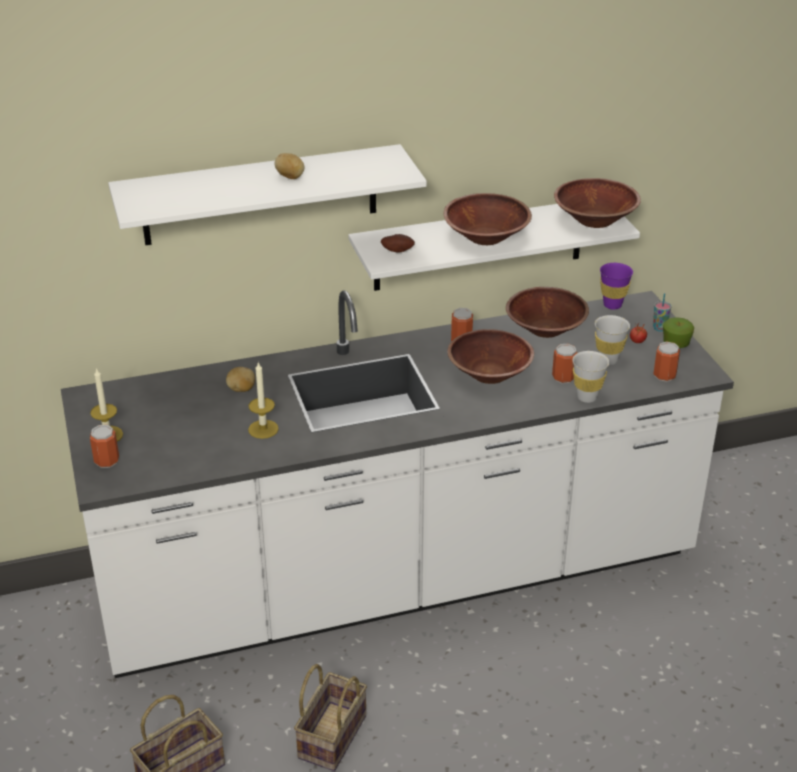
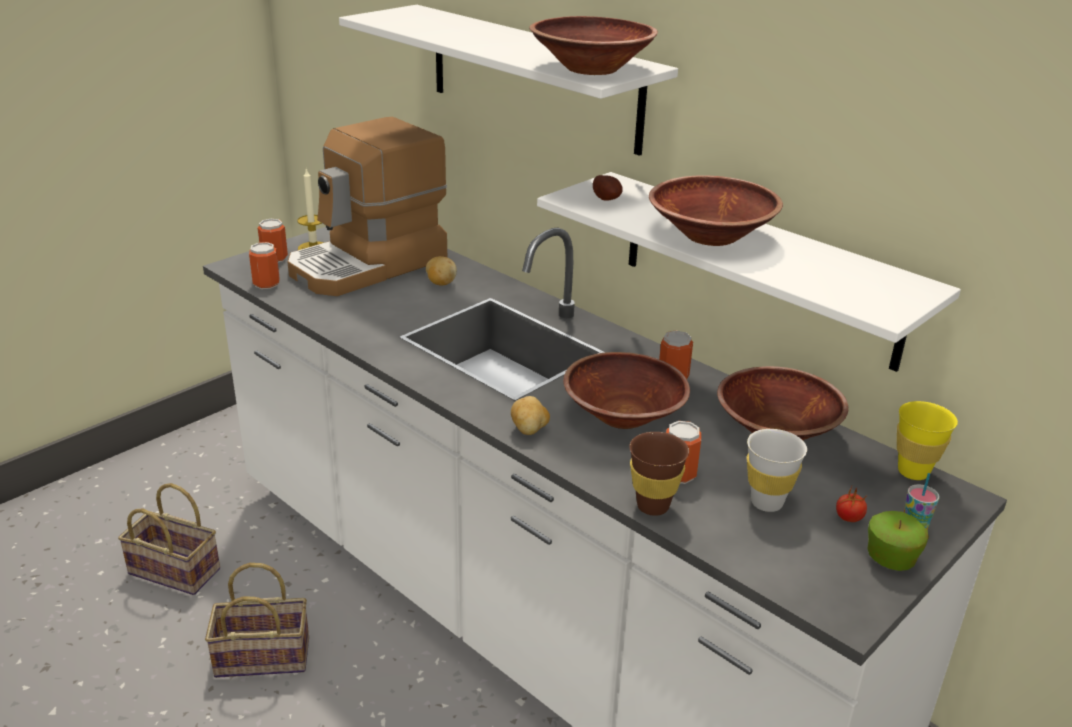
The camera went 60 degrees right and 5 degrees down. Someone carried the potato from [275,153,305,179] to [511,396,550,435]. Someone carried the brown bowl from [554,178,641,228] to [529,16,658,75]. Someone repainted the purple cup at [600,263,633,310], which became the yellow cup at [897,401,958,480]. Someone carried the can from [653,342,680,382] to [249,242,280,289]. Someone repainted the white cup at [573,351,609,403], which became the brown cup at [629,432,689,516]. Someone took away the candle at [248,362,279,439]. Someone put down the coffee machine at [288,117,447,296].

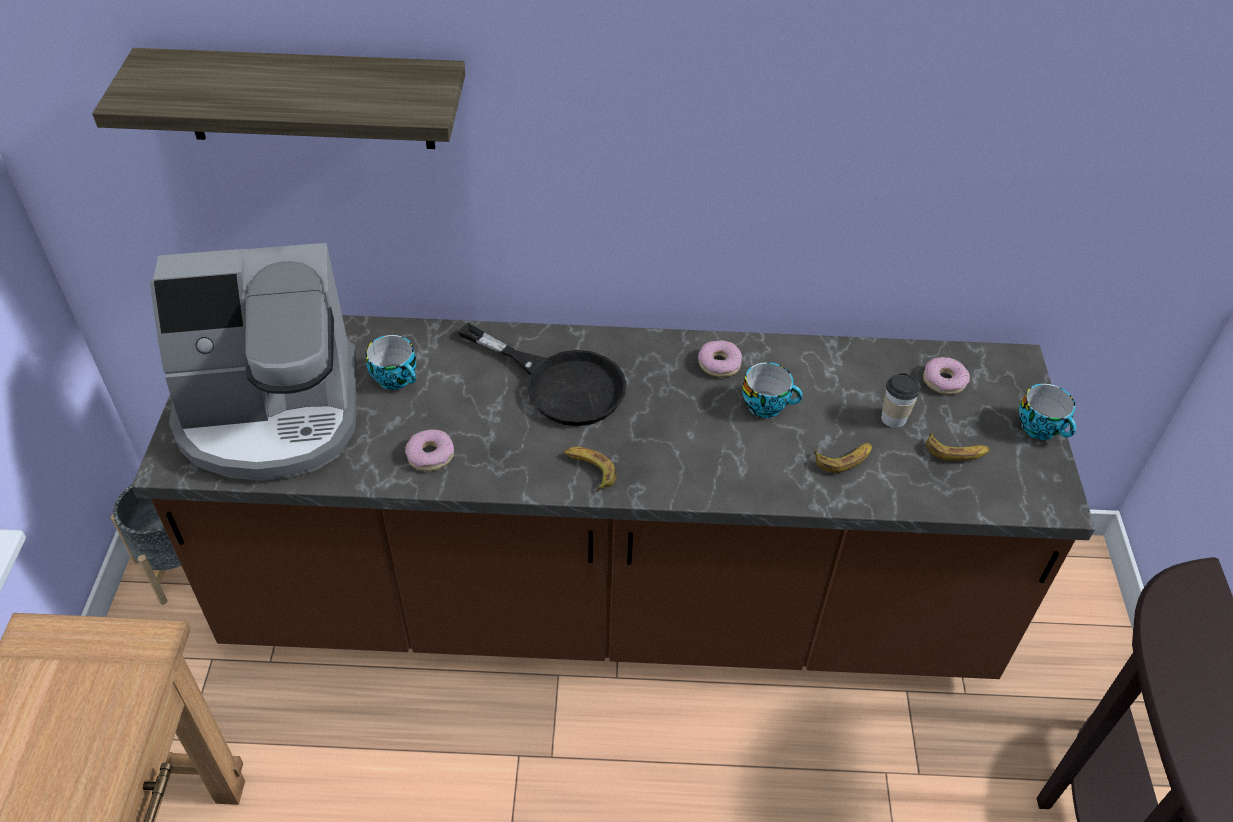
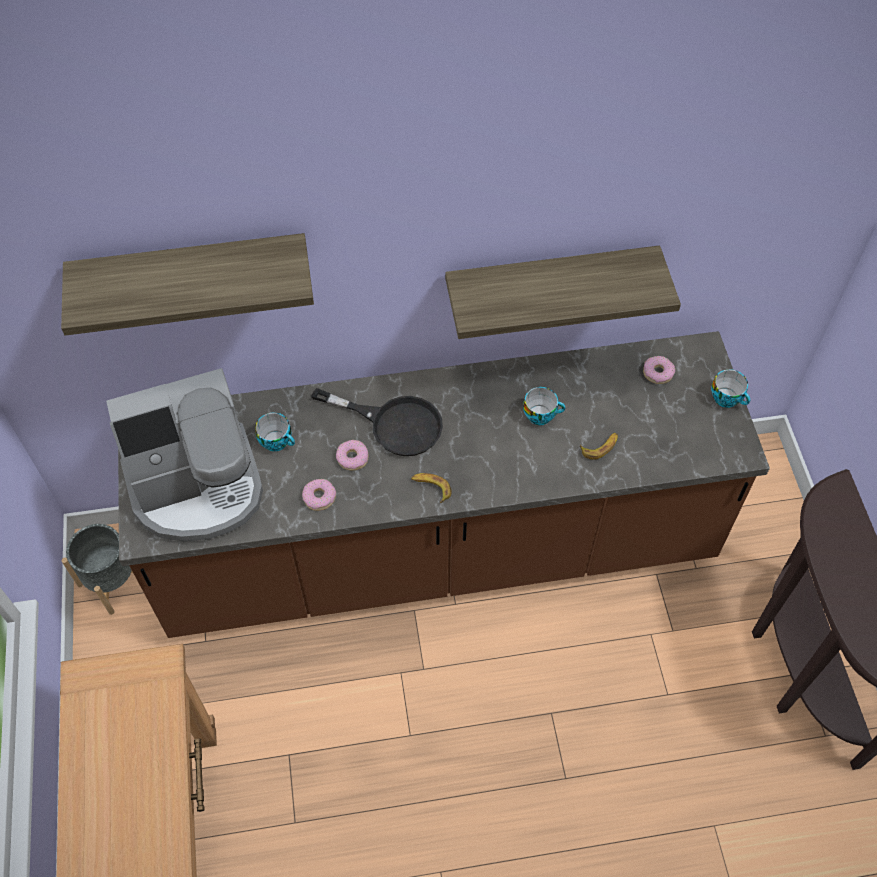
The camera went 10 degrees left and 10 degrees up. Someone carried the donut from [698,340,742,377] to [336,440,369,470]. Someone took away the cup at [881,373,920,428]. Someone took away the banana at [926,433,990,460]. Someone put up the shelf at [445,245,681,339].

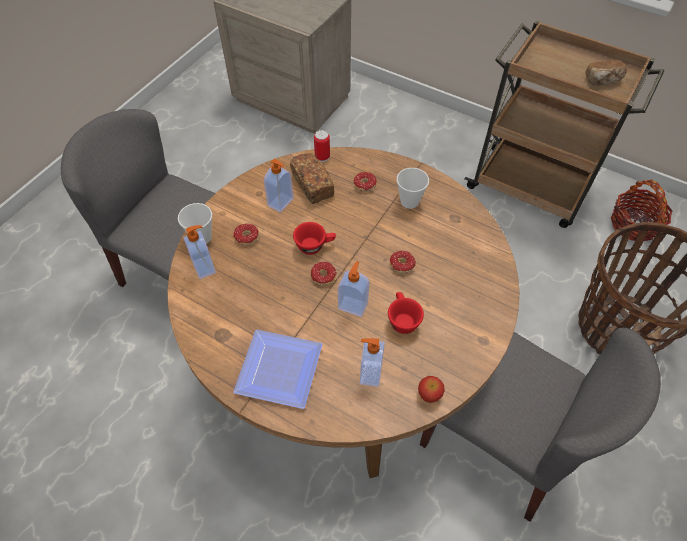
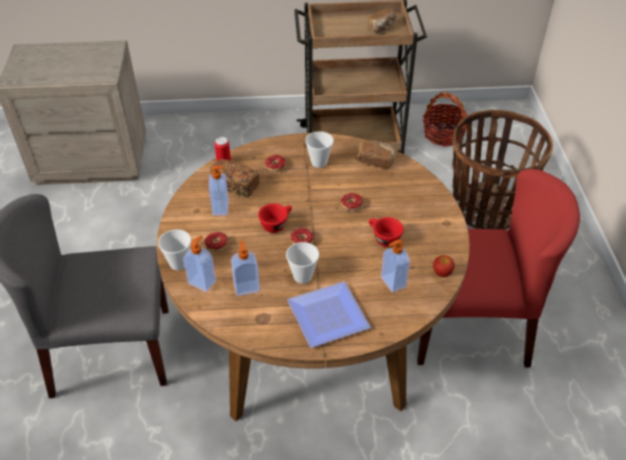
The camera went 35 degrees left and 10 degrees down. Someone carried the soap dispenser from [338,261,369,317] to [231,241,260,296]. Someone repainted the grey chair at [420,327,661,522], which became the red chair at [417,169,580,368]. Someone put down the bread at [357,140,396,169]. Someone put down the cup at [286,242,319,284].

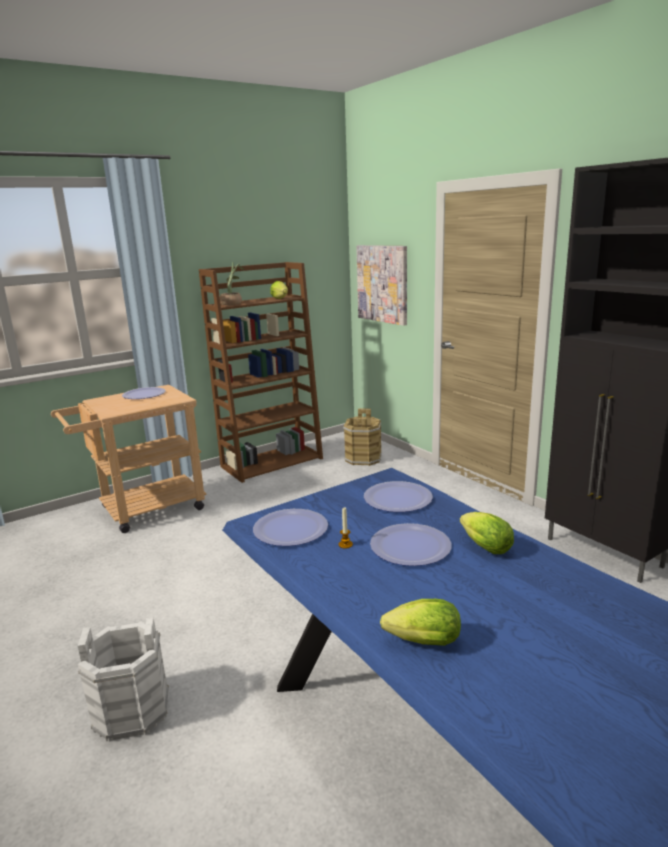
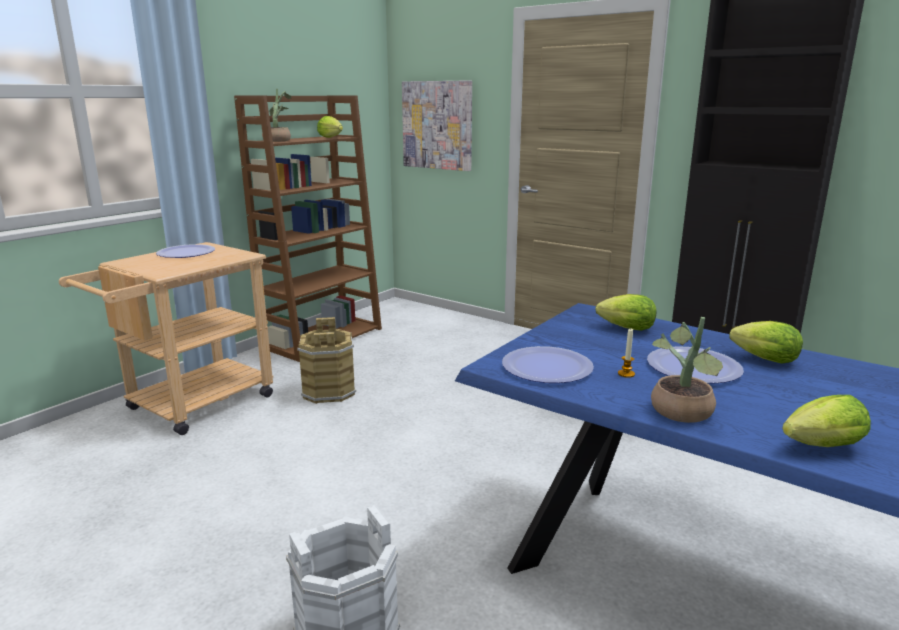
The camera went 20 degrees left and 0 degrees up. Someone carried the brown bucket from [343,408,382,466] to [297,317,356,404]. Someone swapped the plate at [364,481,433,512] for the lettuce at [596,294,656,331]. Someone put down the potted plant at [651,317,723,423].

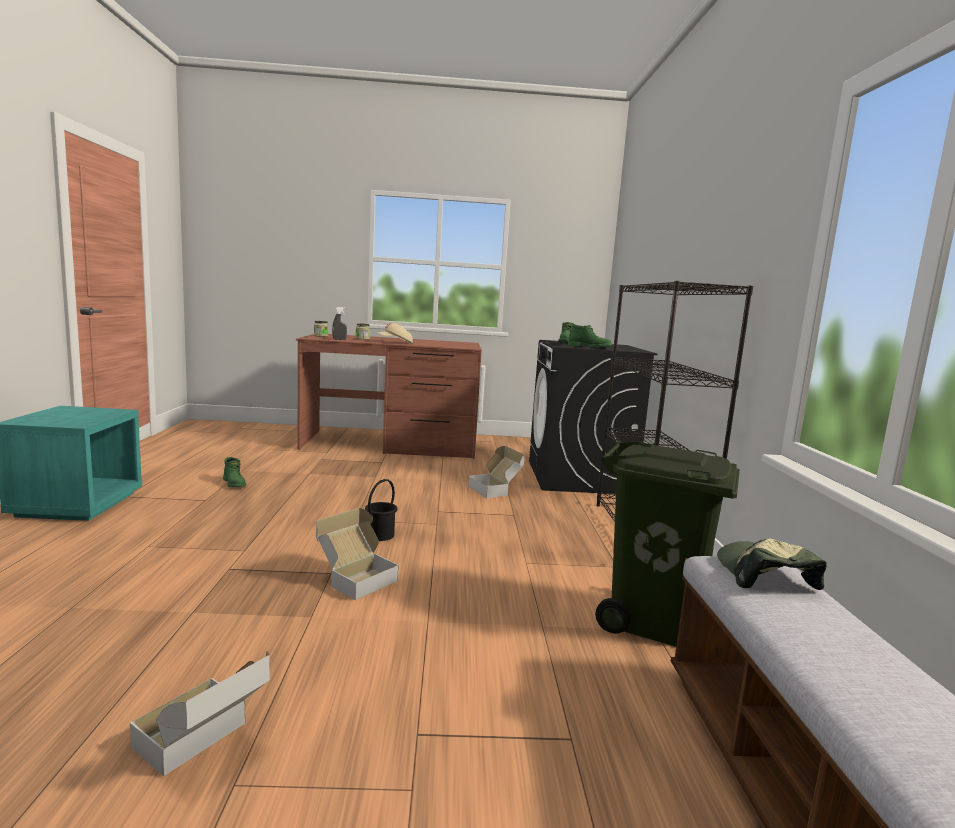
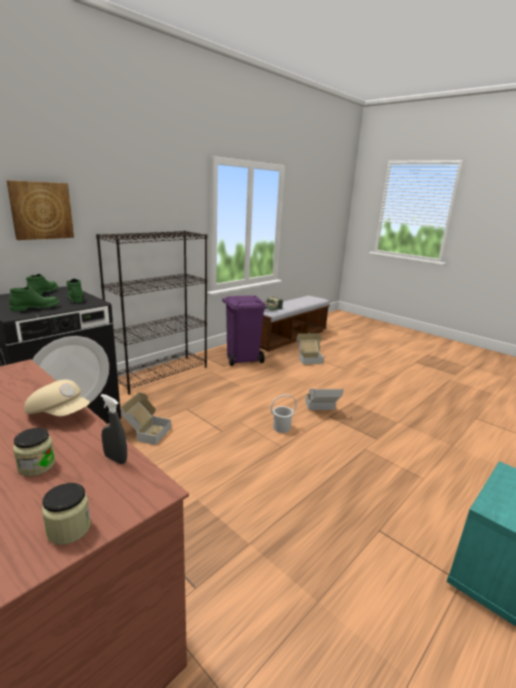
The camera went 135 degrees left and 10 degrees up. Someone repainted the green trash can at [595,442,740,647], which became the purple trash can at [222,296,267,366]. Someone carried the green boot from [223,457,246,487] to [26,274,58,296]. Someone repainted the black bucket at [365,479,398,541], which became the white bucket at [271,394,297,433]. Someone carried the cardboard box from [130,651,270,776] to [296,333,324,365]. Someone put up the picture at [6,180,74,240].

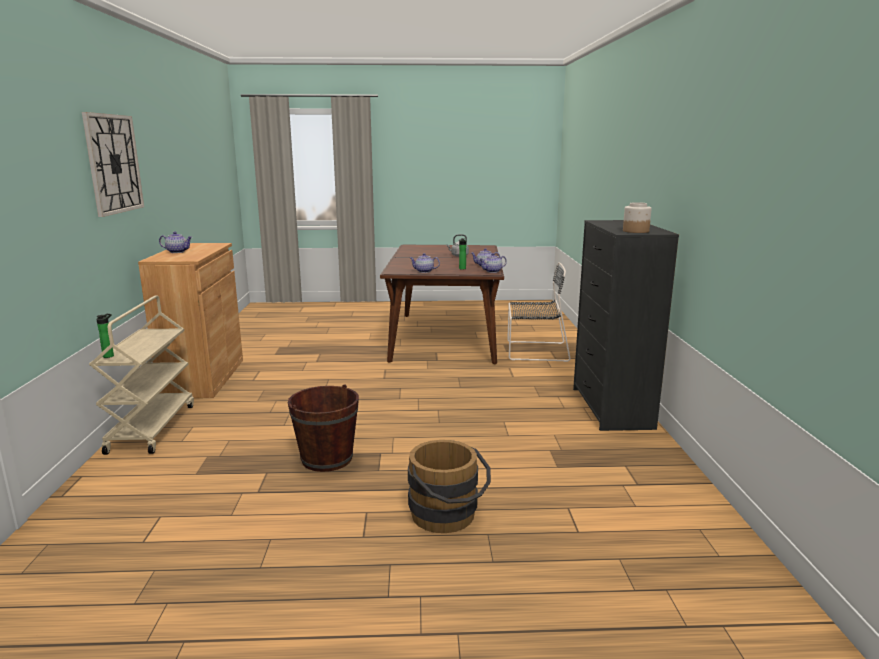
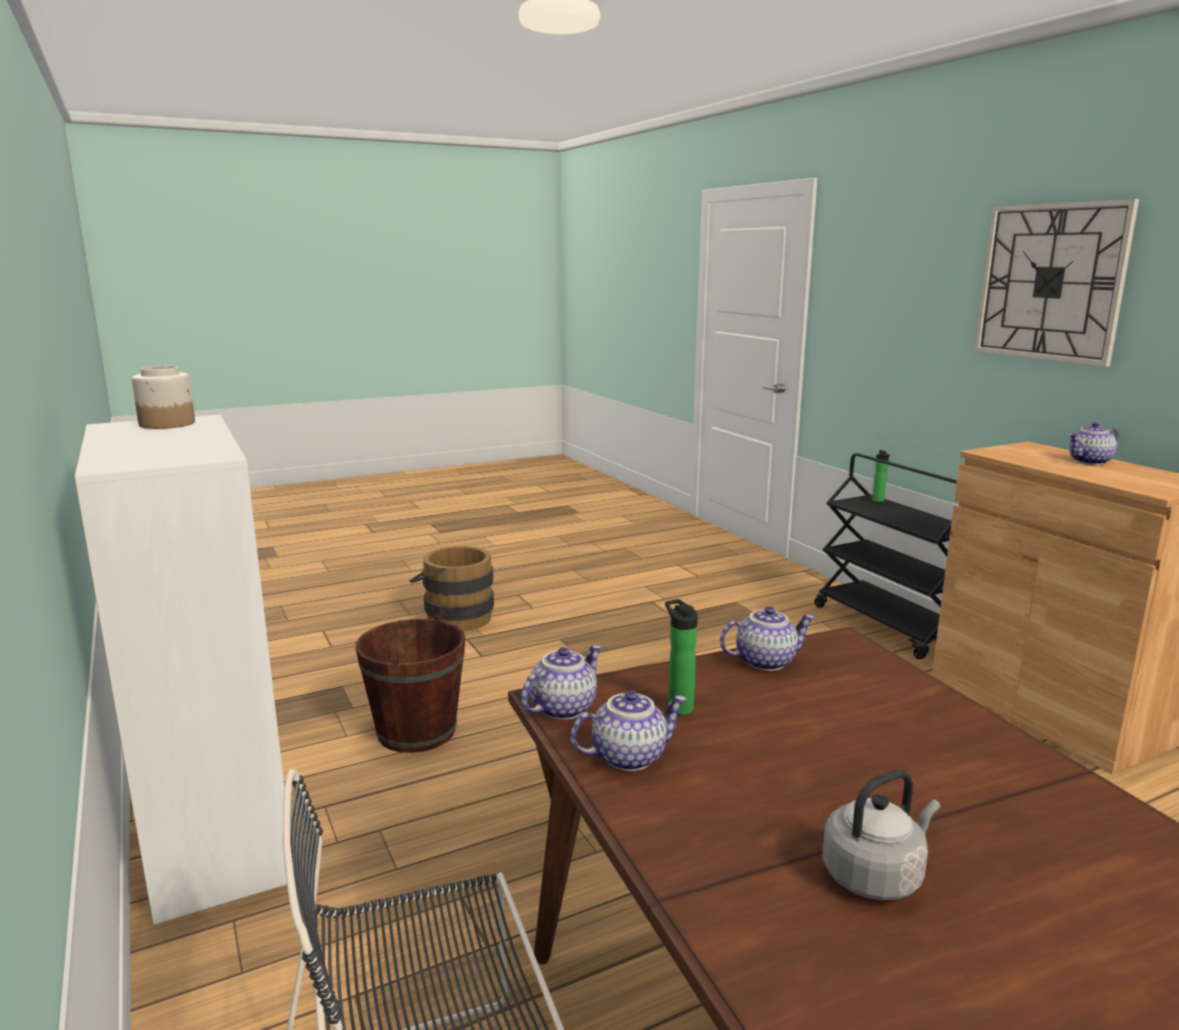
The camera went 155 degrees right and 0 degrees up. Someone repainted the black dresser at [573,220,679,431], which became the white dresser at [74,415,287,925]. Someone repainted the beige cart at [89,296,194,455], which became the black cart at [815,453,957,659]. Someone carried the brown bucket from [288,384,359,472] to [356,616,466,753].

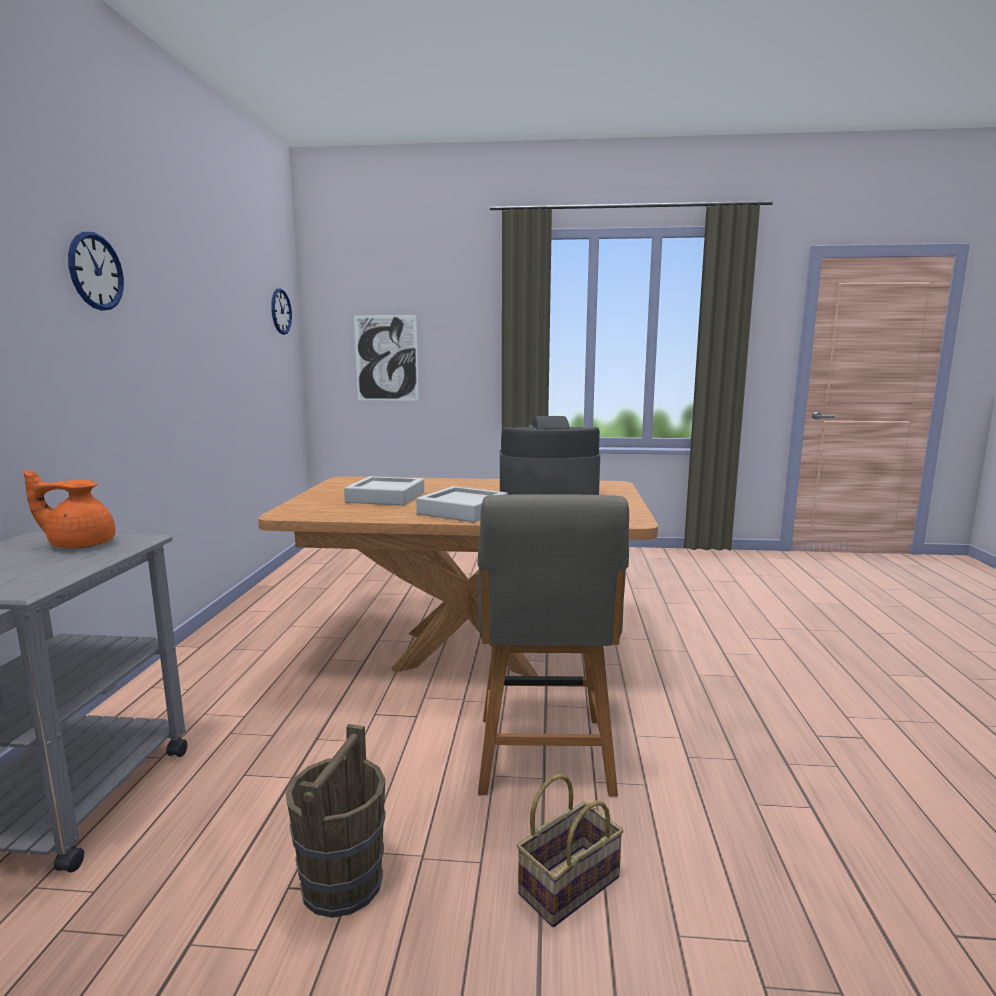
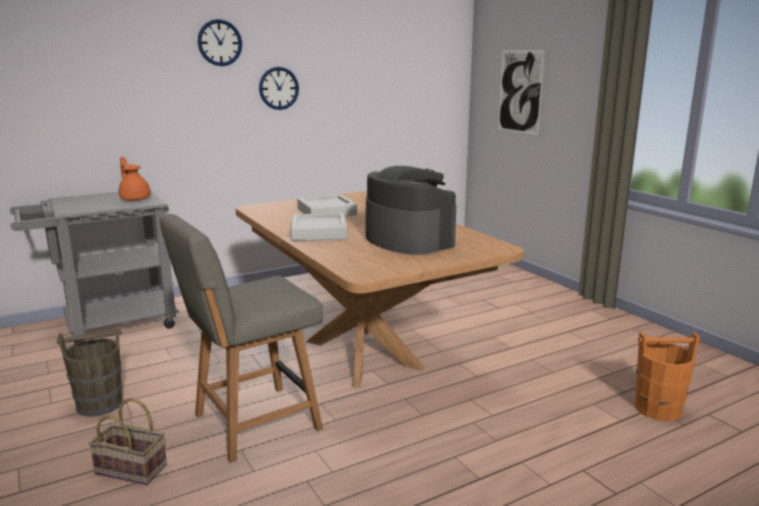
The camera went 55 degrees right and 5 degrees up. Someone carried the wall clock from [271,288,292,335] to [259,67,299,110]. Someone put down the orange bucket at [635,332,700,421].

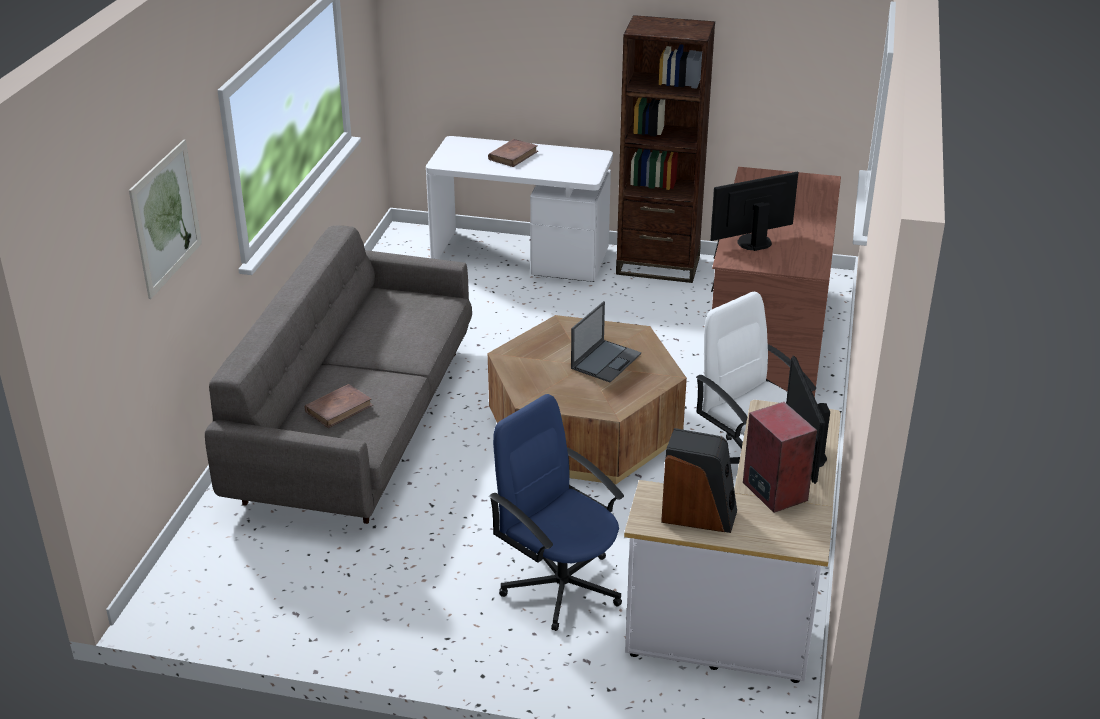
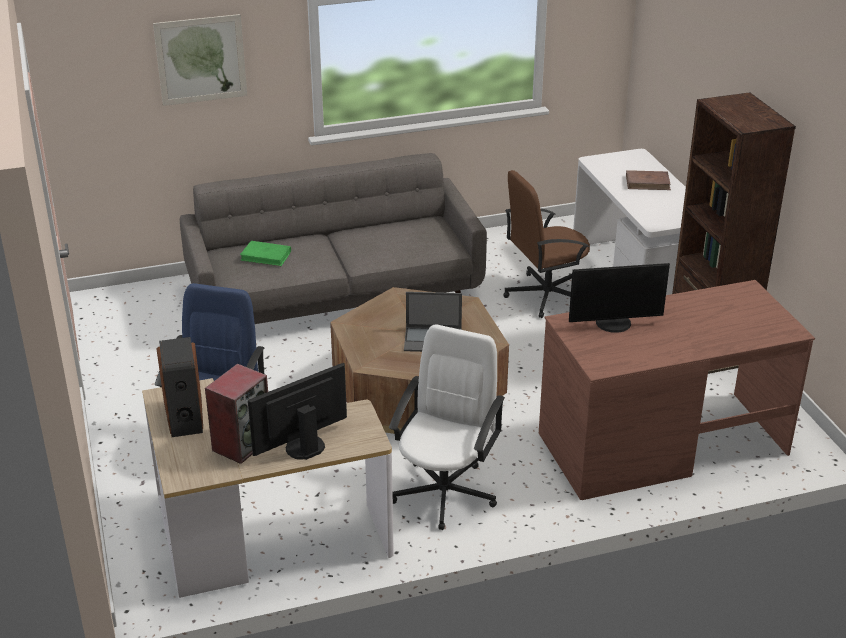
The camera went 60 degrees right and 0 degrees up. Someone rotated the monitor at [710,172,798,251] by 135 degrees clockwise. Someone repainted the brown book at [305,384,373,428], which became the green book at [240,241,291,266]. Someone put down the brown office chair at [504,170,590,318].

